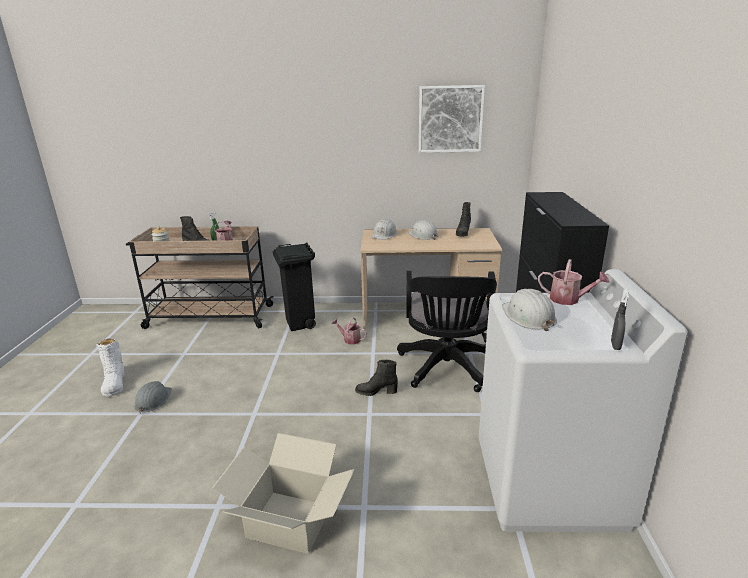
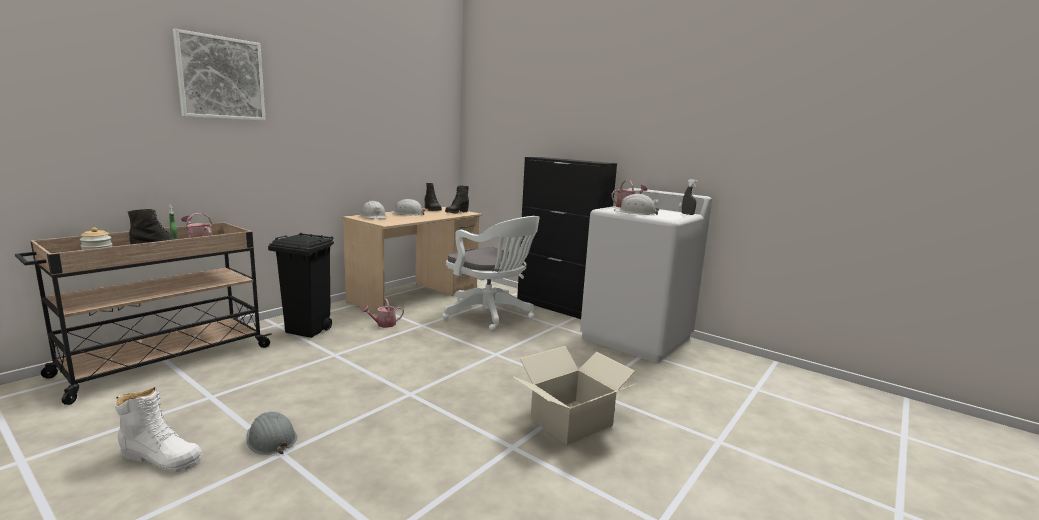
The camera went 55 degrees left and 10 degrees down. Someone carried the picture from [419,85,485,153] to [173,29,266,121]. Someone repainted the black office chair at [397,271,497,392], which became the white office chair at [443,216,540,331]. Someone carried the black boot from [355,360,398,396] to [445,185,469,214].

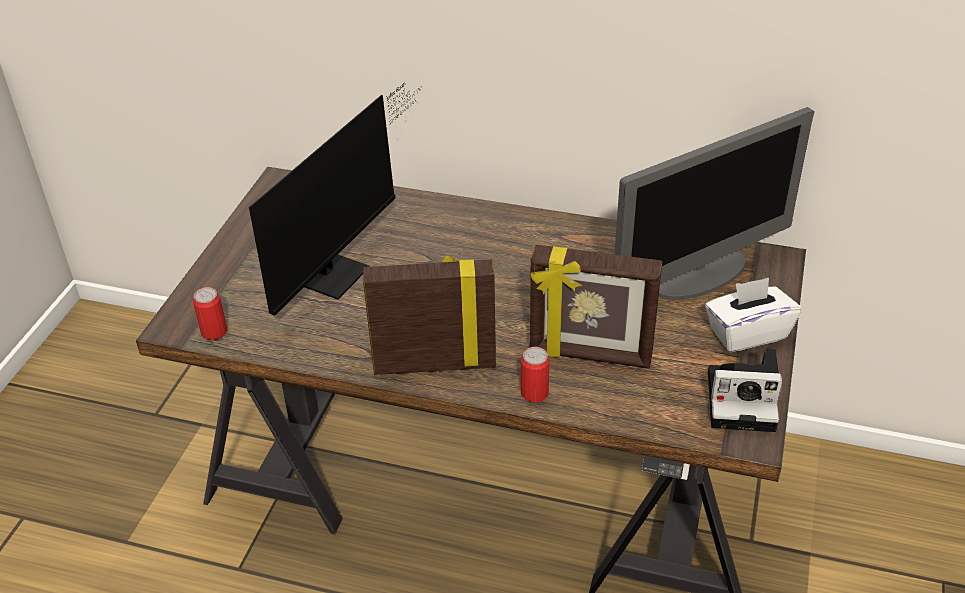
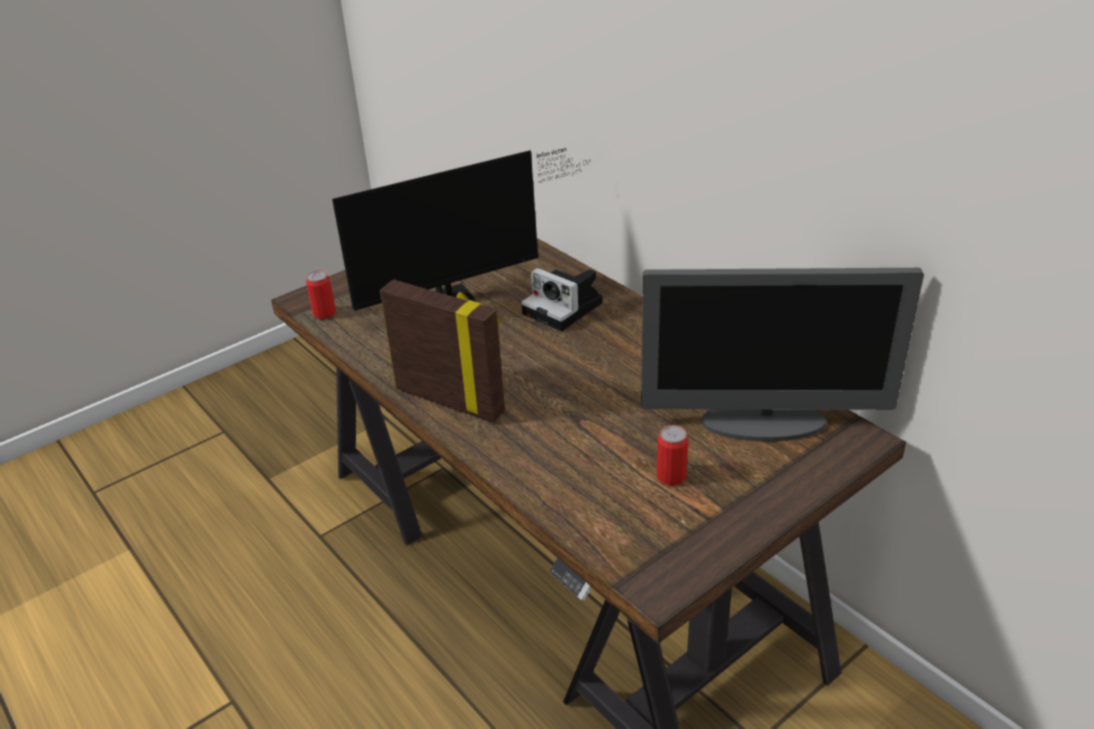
The camera went 35 degrees right and 5 degrees down. Someone took away the picture frame at [530,245,662,369]. Someone took away the white tissue box at [705,278,801,352]. Someone carried the can from [521,347,549,402] to [657,425,688,486]. Someone carried the photo camera from [708,348,782,432] to [521,268,603,331].

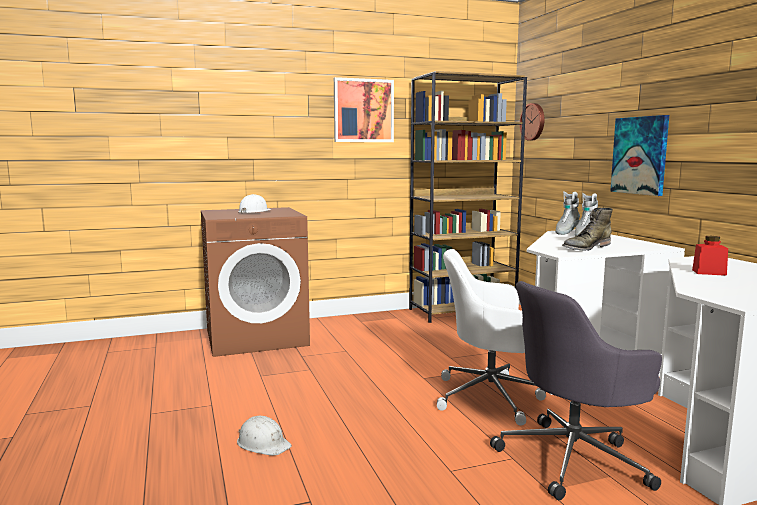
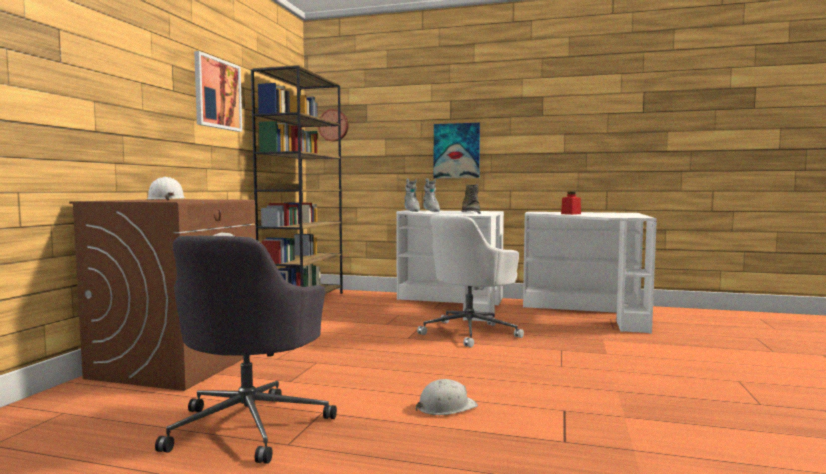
The camera went 55 degrees left and 5 degrees down. Someone carried the grey office chair from [490,281,662,500] to [155,236,337,464].

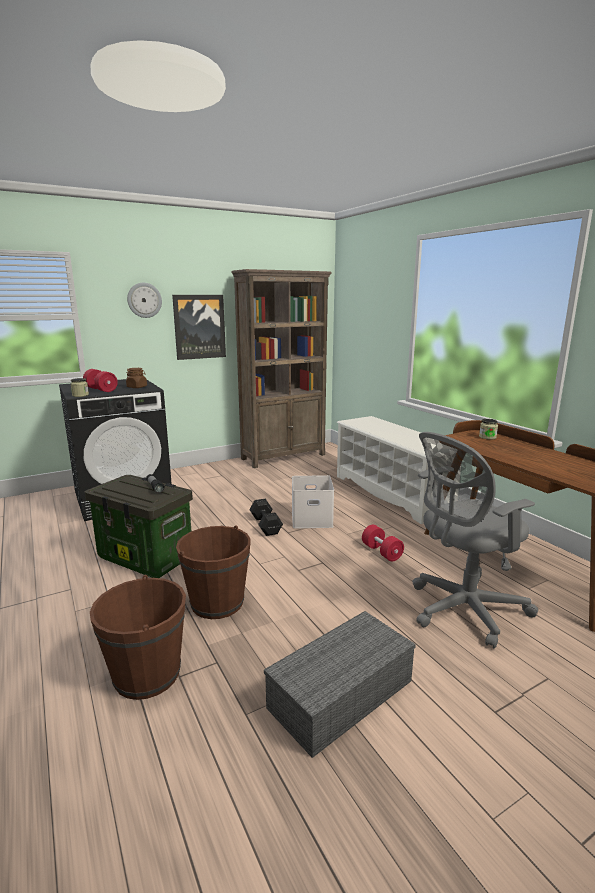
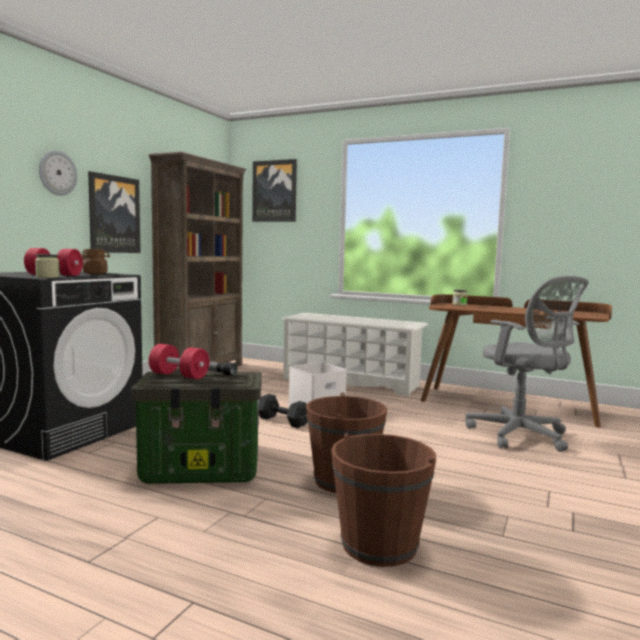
The camera went 35 degrees left and 10 degrees down. Someone rotated the grey office chair at [412,432,538,648] by 60 degrees counterclockwise. Someone carried the red dumbbell from [362,525,404,562] to [149,344,209,379]. Someone took away the grey storage box at [264,611,416,758]. Someone put up the picture at [252,159,297,222].

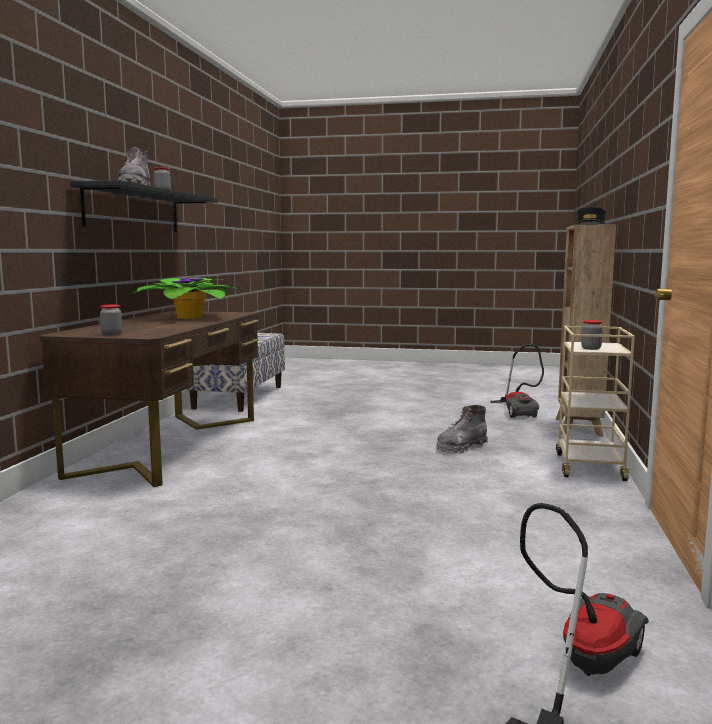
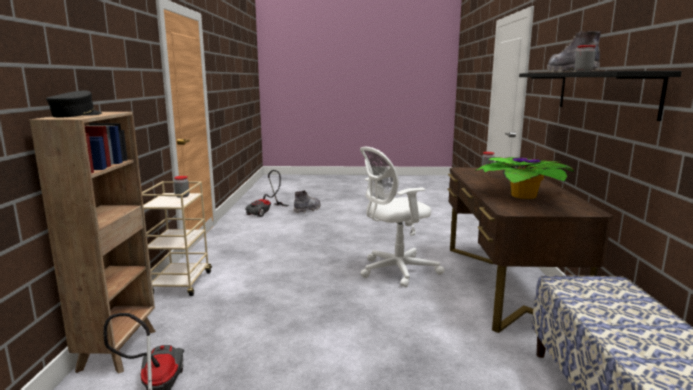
The camera went 170 degrees right and 5 degrees up. Someone carried the grey boot from [437,405,488,453] to [294,190,321,213]. Someone put down the white office chair at [360,147,445,287].

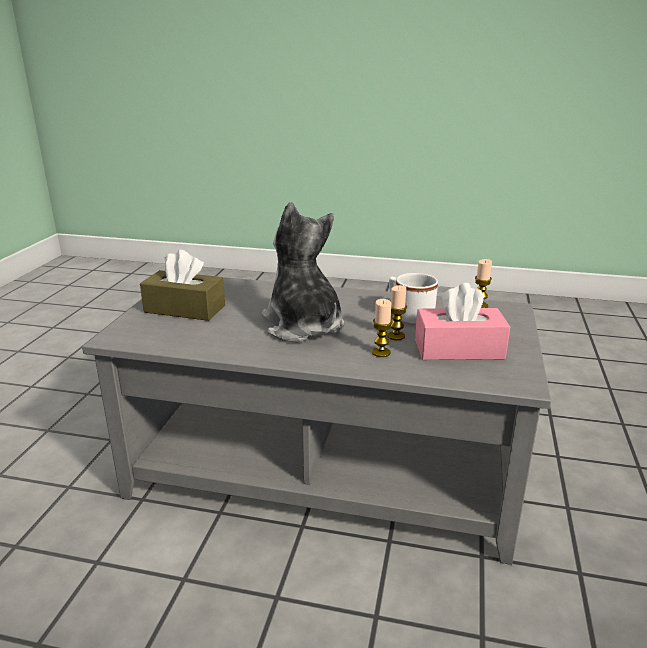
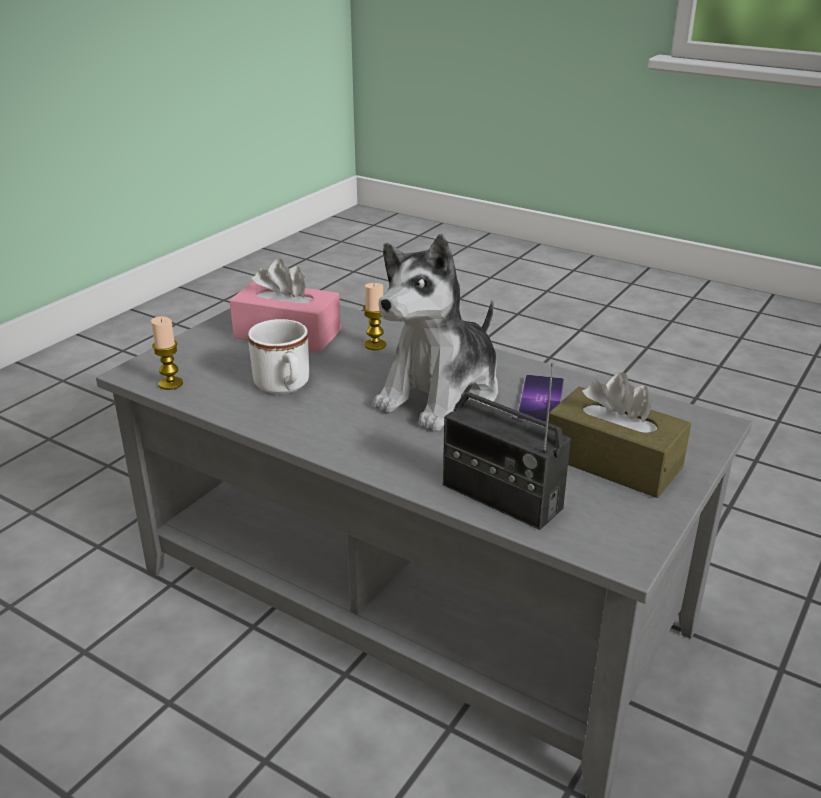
The camera went 160 degrees left and 5 degrees up. Someone rotated the plush toy at [262,202,344,342] by 45 degrees clockwise. Someone took away the candle at [387,285,407,340]. Someone put down the radio at [443,363,571,530]. Someone put down the phone at [517,375,564,423].

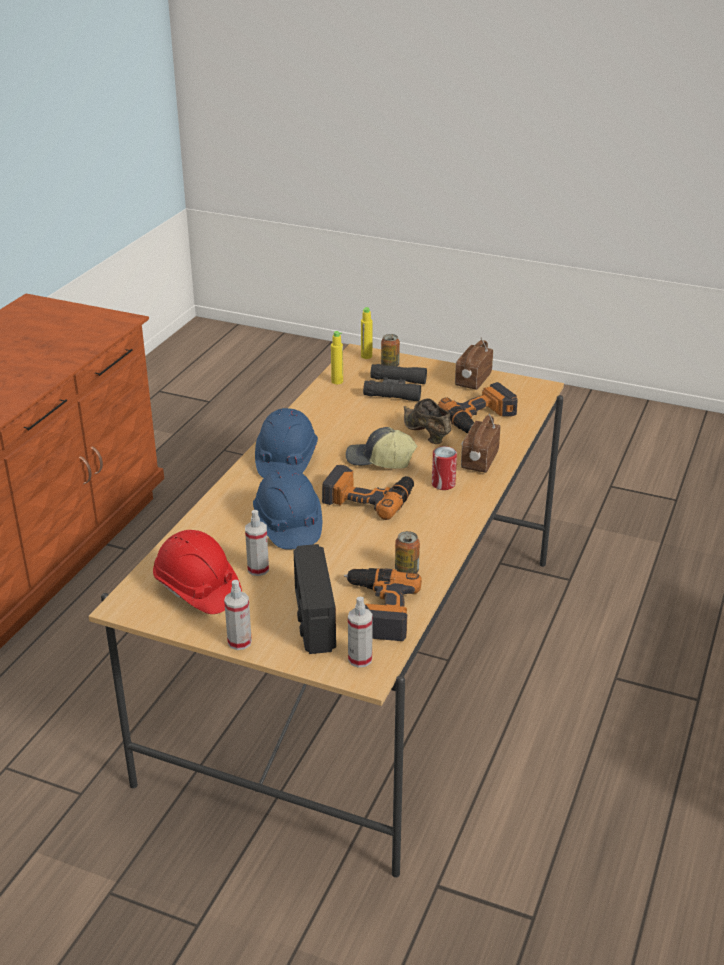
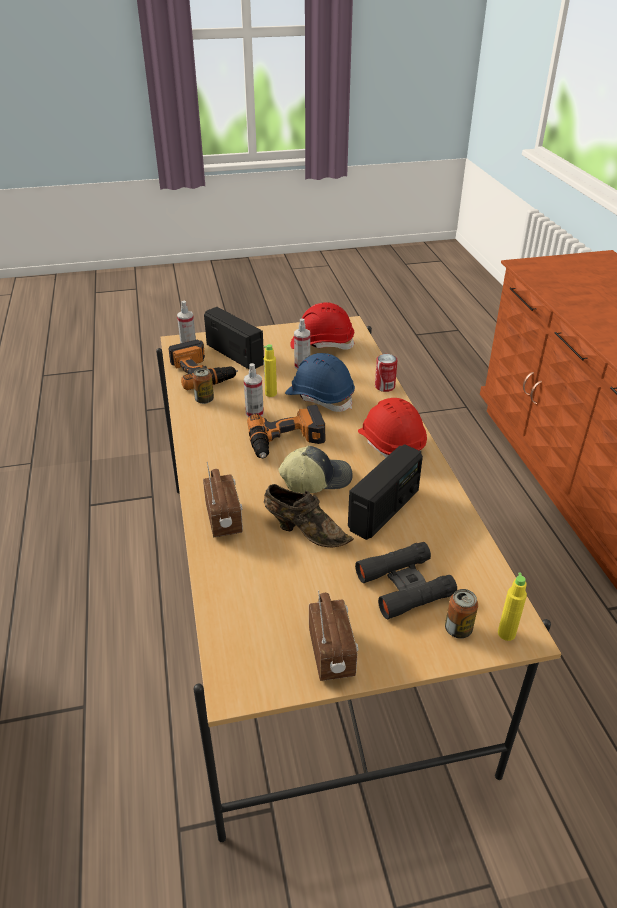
The camera went 145 degrees right and 5 degrees up. Someone carried the yellow bottle from [331,331,343,384] to [264,344,277,397]. Someone took away the power drill at [438,382,518,433]. Someone repainted the blue hard hat at [255,408,318,478], which became the red hard hat at [358,398,427,458]. Someone carried the can from [432,446,457,490] to [375,354,397,392]. Someone carried the spray bottle from [224,580,252,650] to [244,363,264,418]. Someone put down the radio at [348,444,423,540].

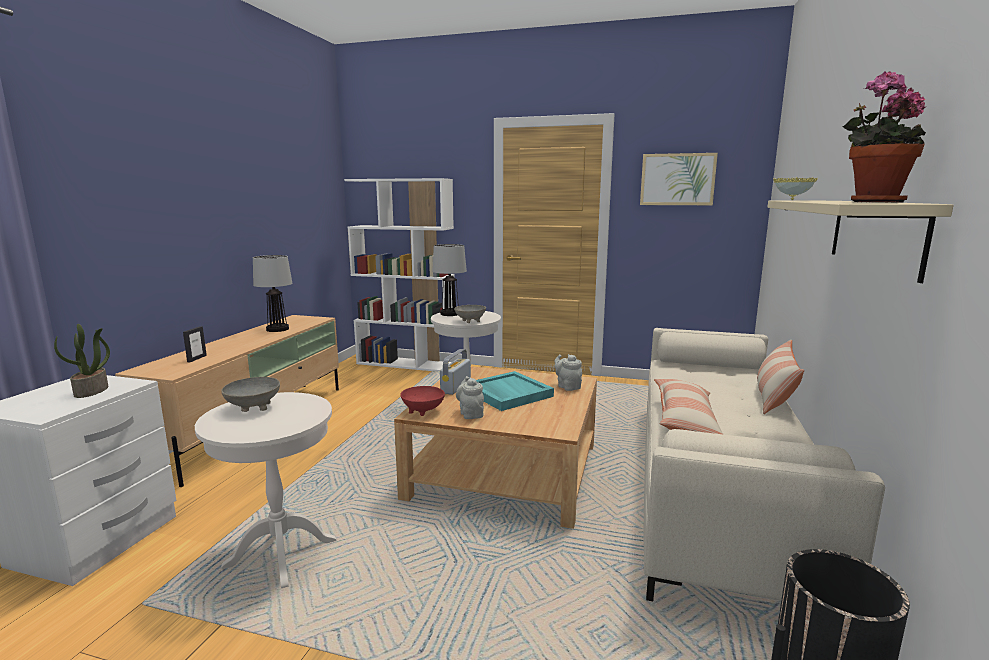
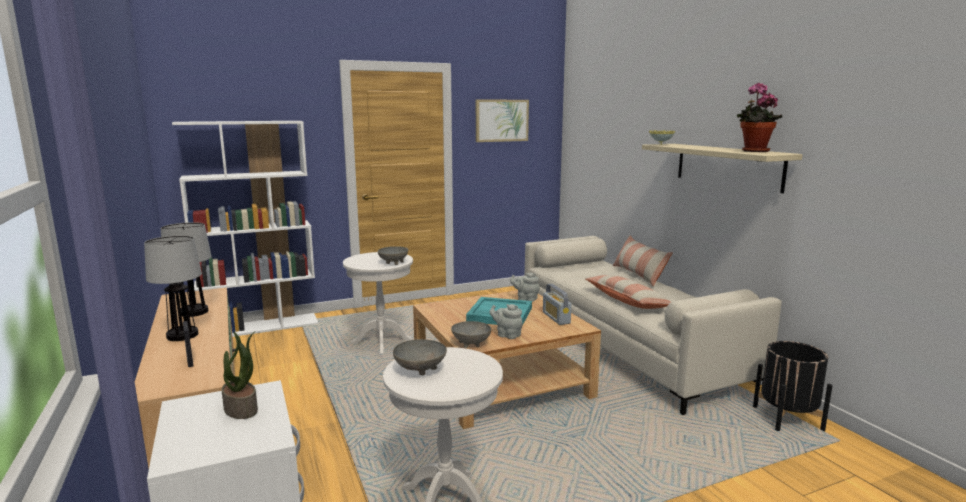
The camera went 40 degrees left and 0 degrees up. Someone carried the table lamp from [432,244,467,316] to [144,236,202,341]. Someone carried the radio from [440,349,471,395] to [543,284,571,325]. Someone repainted the red bowl at [400,386,445,416], which became the grey bowl at [451,321,491,348].

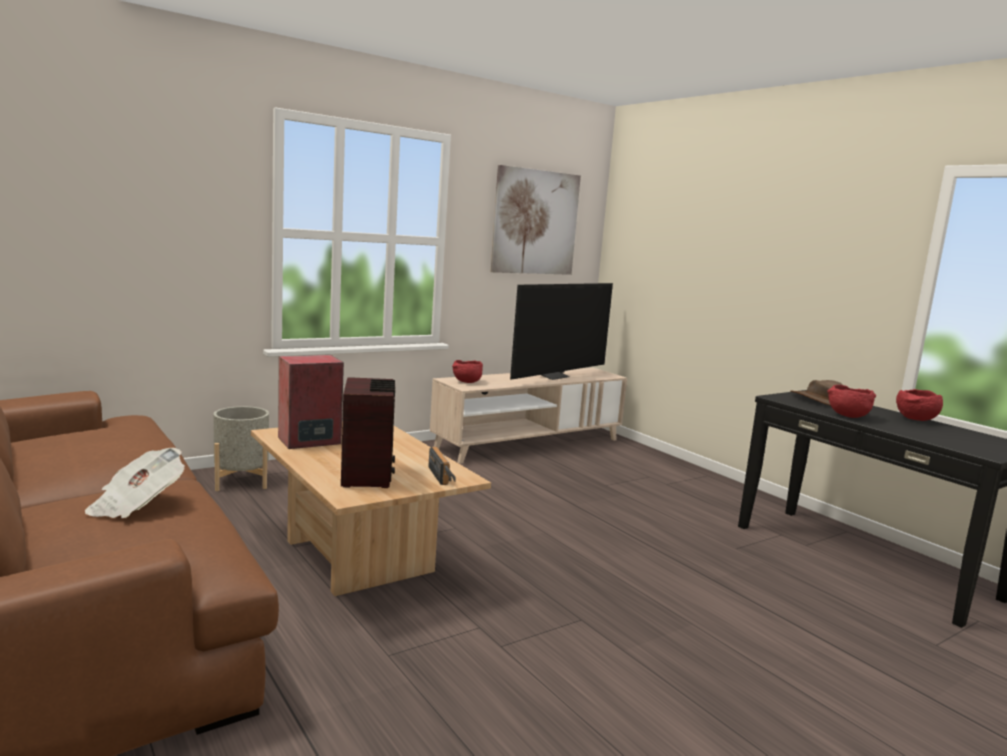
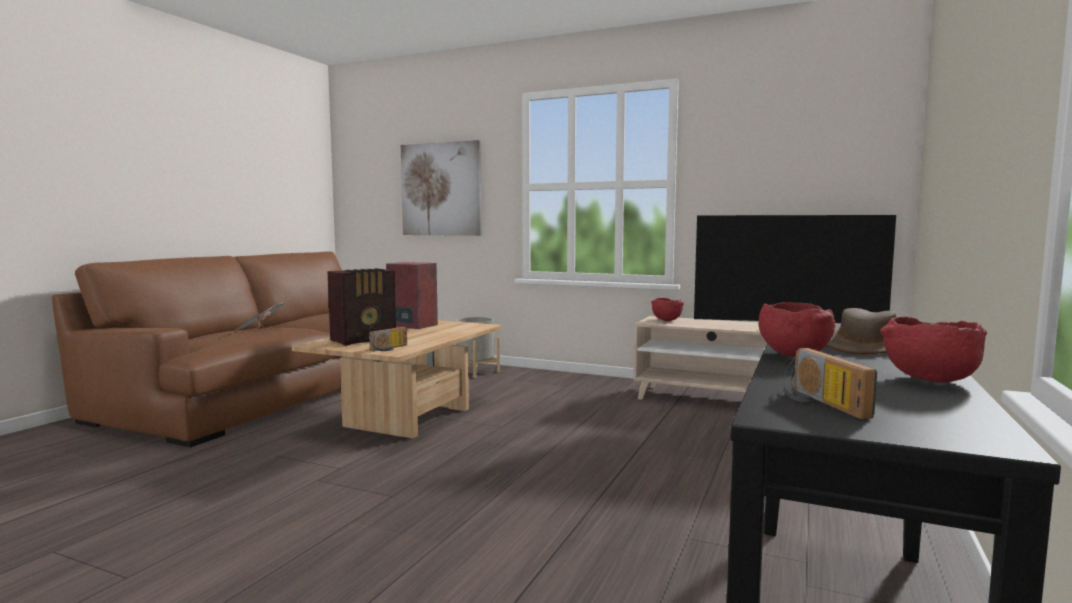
The camera went 60 degrees right and 5 degrees down. Someone carried the picture from [490,165,581,275] to [401,140,481,236]. Someone put down the radio at [784,348,877,419].

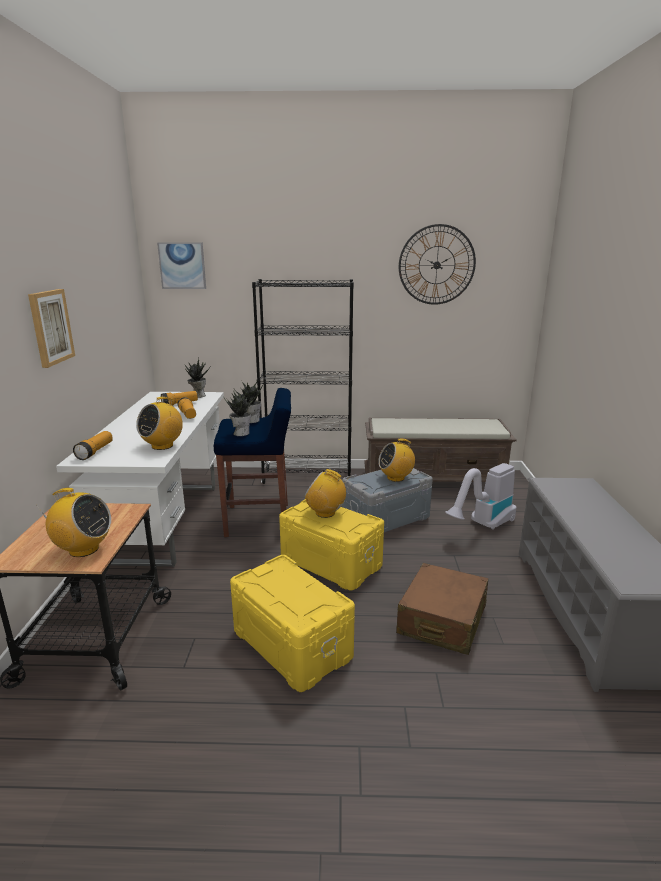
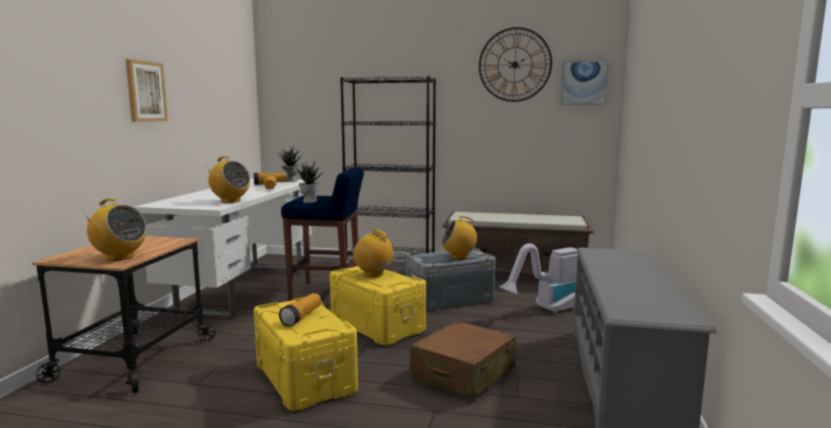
The camera went 10 degrees right and 10 degrees down. Someone carried the picture from [157,242,206,289] to [561,61,608,105]. Someone took away the potted plant at [234,379,263,423]. Someone rotated the radio at [136,397,183,450] by 105 degrees counterclockwise. Someone carried the flashlight from [73,431,113,460] to [279,293,321,326].

